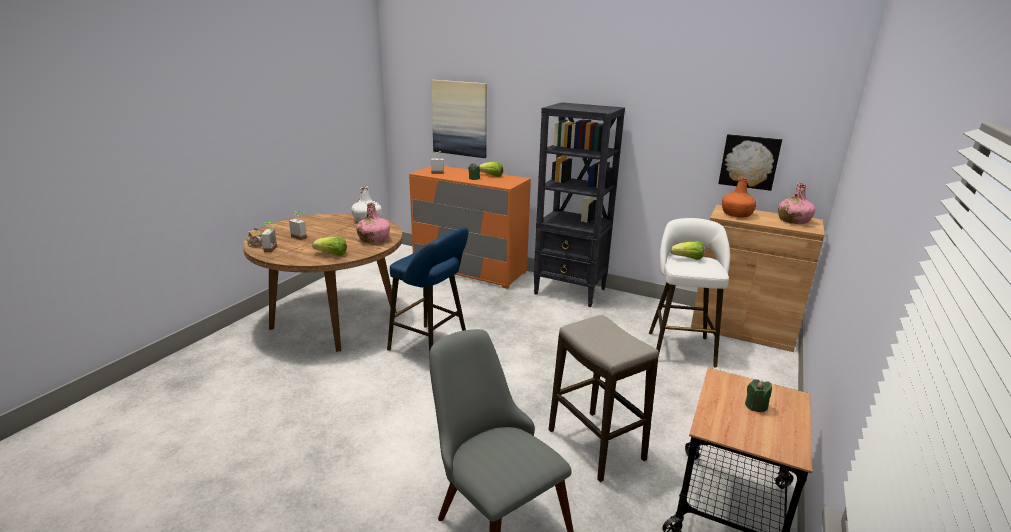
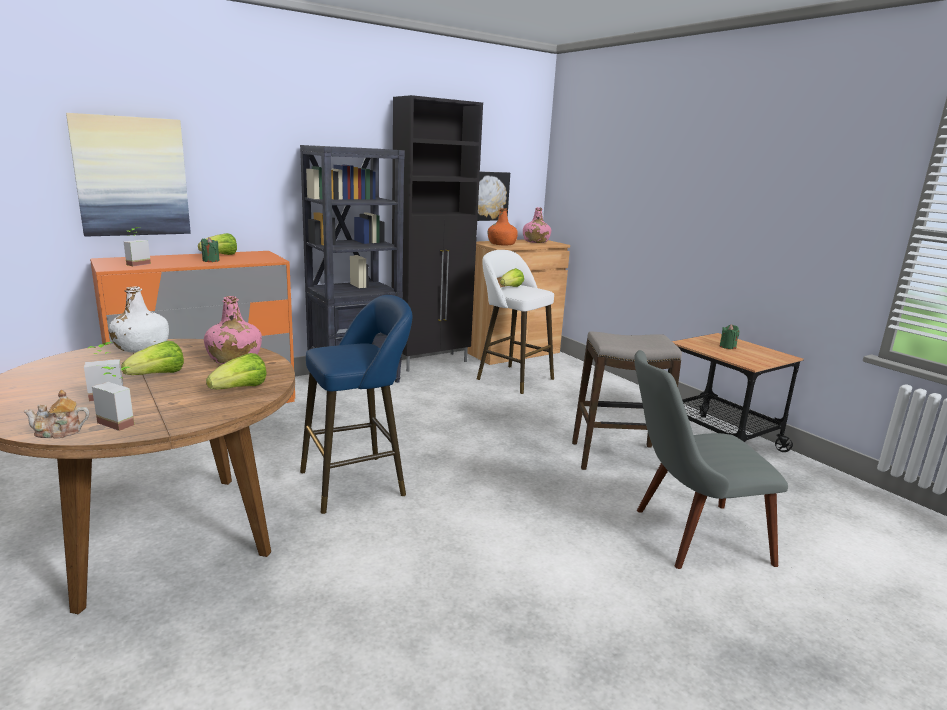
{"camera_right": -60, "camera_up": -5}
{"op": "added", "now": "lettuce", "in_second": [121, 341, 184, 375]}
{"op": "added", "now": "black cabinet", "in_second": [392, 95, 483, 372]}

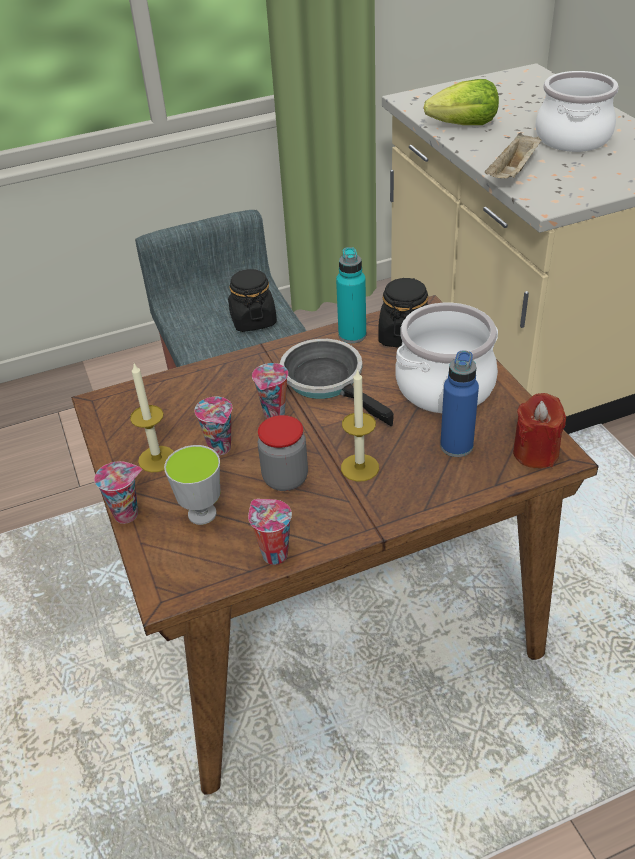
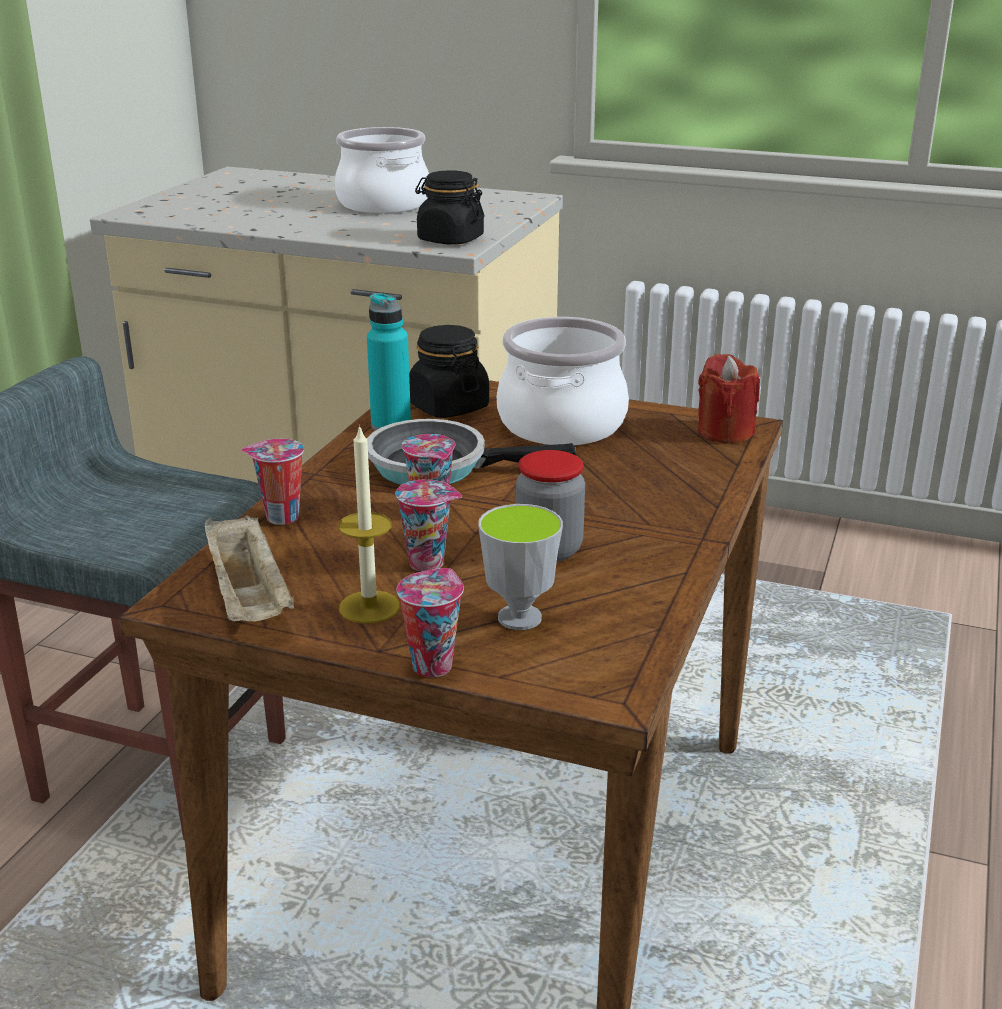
{"camera_right": -50, "camera_up": -15}
{"op": "removed", "was": "candle", "in_first": [341, 369, 379, 481]}
{"op": "removed", "was": "lettuce", "in_first": [424, 79, 499, 125]}
{"op": "removed", "was": "blue bottle", "in_first": [440, 351, 479, 457]}
{"op": "moved", "was": "black jar", "in_first": [228, 269, 277, 332], "in_second": [415, 170, 484, 244]}
{"op": "moved", "was": "cup", "in_first": [248, 499, 292, 565], "in_second": [241, 439, 304, 525]}
{"op": "moved", "was": "beige tray", "in_first": [485, 132, 542, 178], "in_second": [205, 515, 294, 622]}

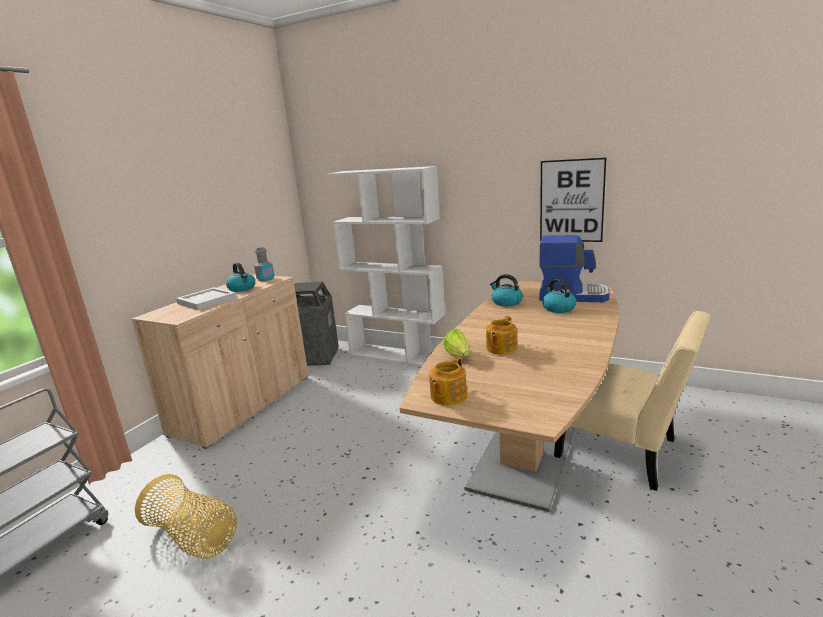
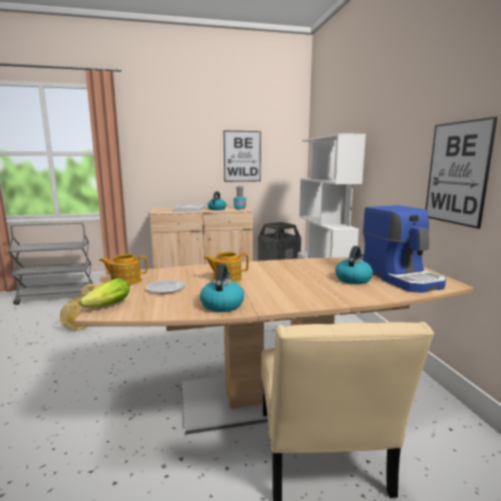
{"camera_right": 50, "camera_up": -5}
{"op": "added", "now": "plate", "in_second": [146, 280, 186, 294]}
{"op": "added", "now": "picture", "in_second": [224, 131, 261, 182]}
{"op": "moved", "was": "lettuce", "in_first": [443, 329, 469, 358], "in_second": [79, 278, 130, 308]}
{"op": "moved", "was": "kettle", "in_first": [490, 274, 523, 306], "in_second": [200, 264, 244, 312]}

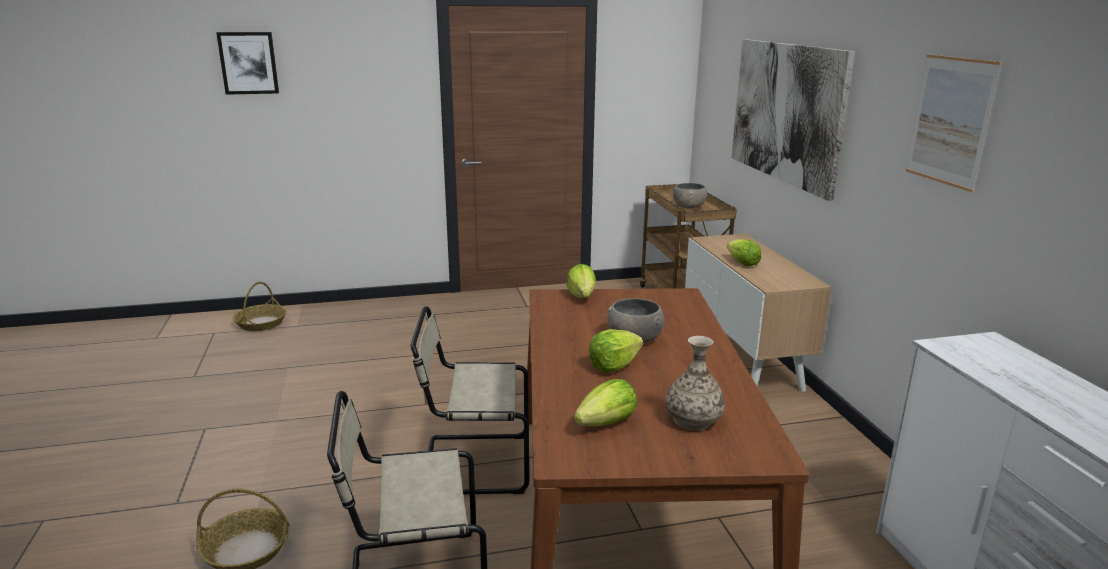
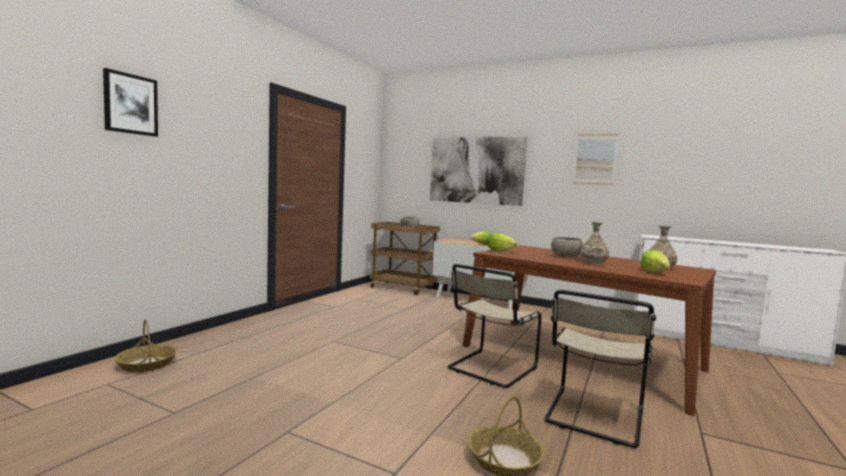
{"camera_right": -50, "camera_up": -15}
{"op": "replaced", "was": "lettuce", "now": "vase", "in_first": [588, 329, 643, 373], "in_second": [580, 222, 609, 264]}

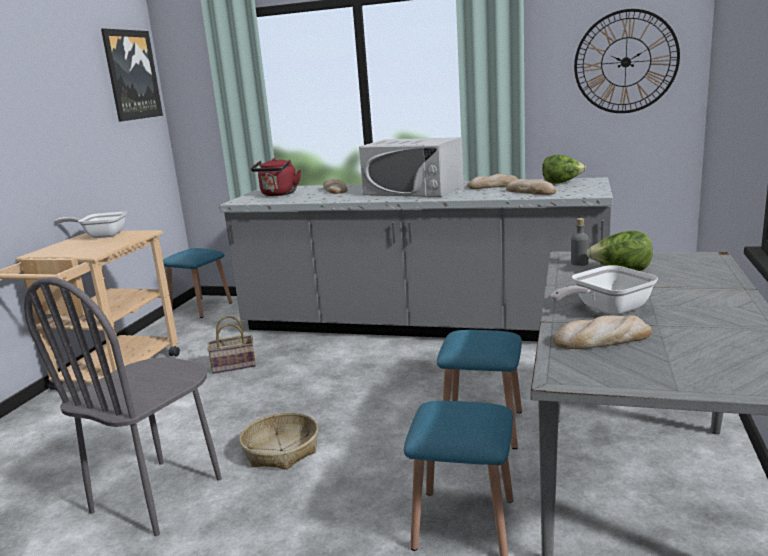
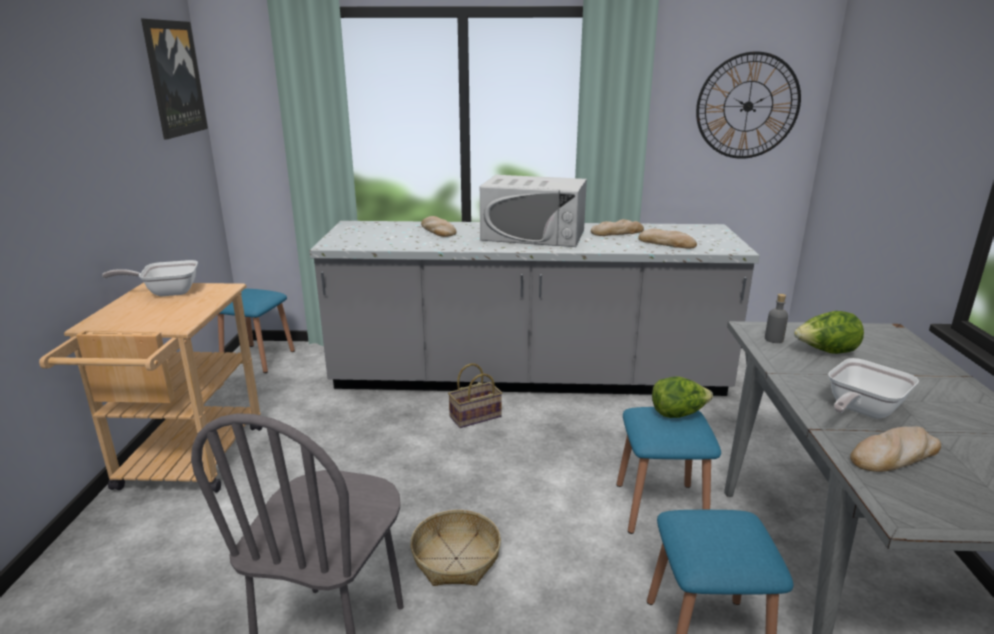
{"camera_right": -15, "camera_up": 5}
{"op": "removed", "was": "red kettle", "in_first": [251, 157, 301, 196]}
{"op": "moved", "was": "basket", "in_first": [208, 316, 256, 374], "in_second": [448, 363, 502, 428]}
{"op": "moved", "was": "lettuce", "in_first": [542, 155, 586, 184], "in_second": [652, 377, 713, 418]}

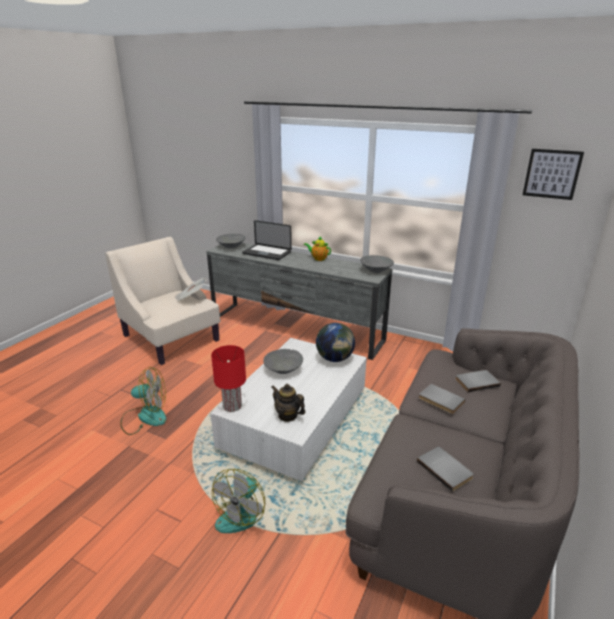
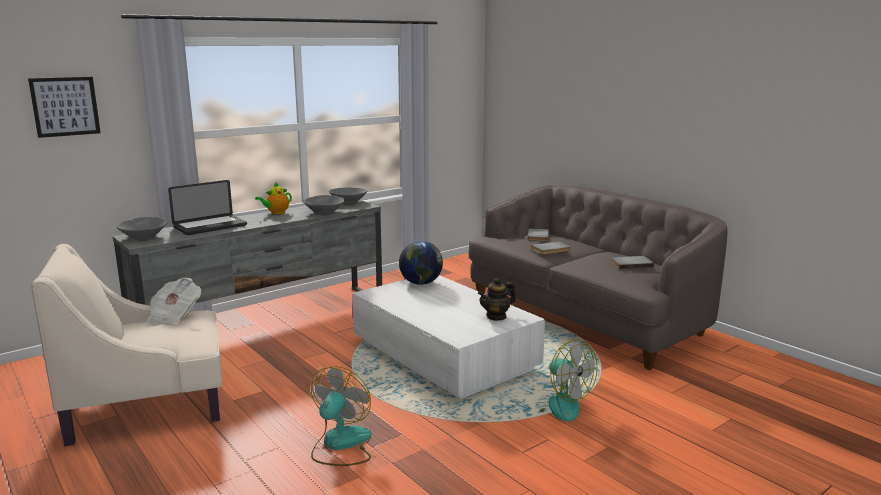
{"camera_right": -65, "camera_up": -10}
{"op": "removed", "was": "red table lamp", "in_first": [211, 345, 246, 412]}
{"op": "moved", "was": "grey bowl", "in_first": [263, 349, 303, 374], "in_second": [303, 195, 345, 214]}
{"op": "moved", "was": "picture", "in_first": [523, 149, 584, 200], "in_second": [28, 77, 101, 138]}

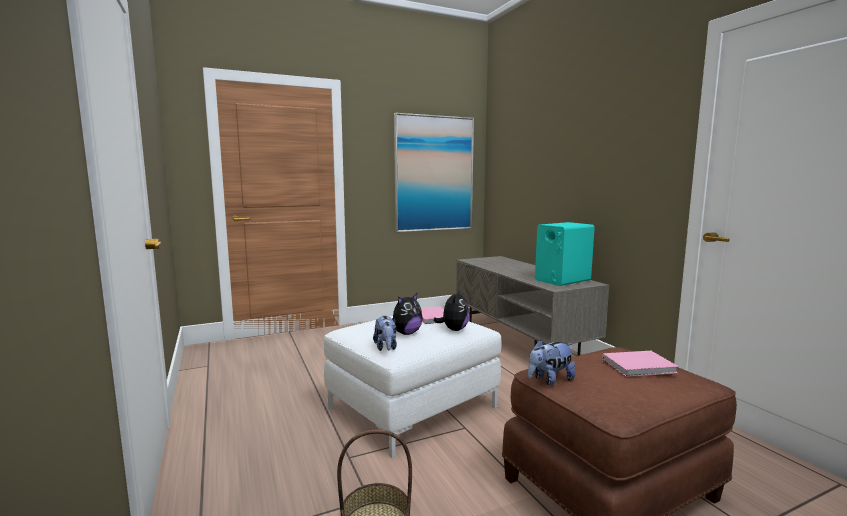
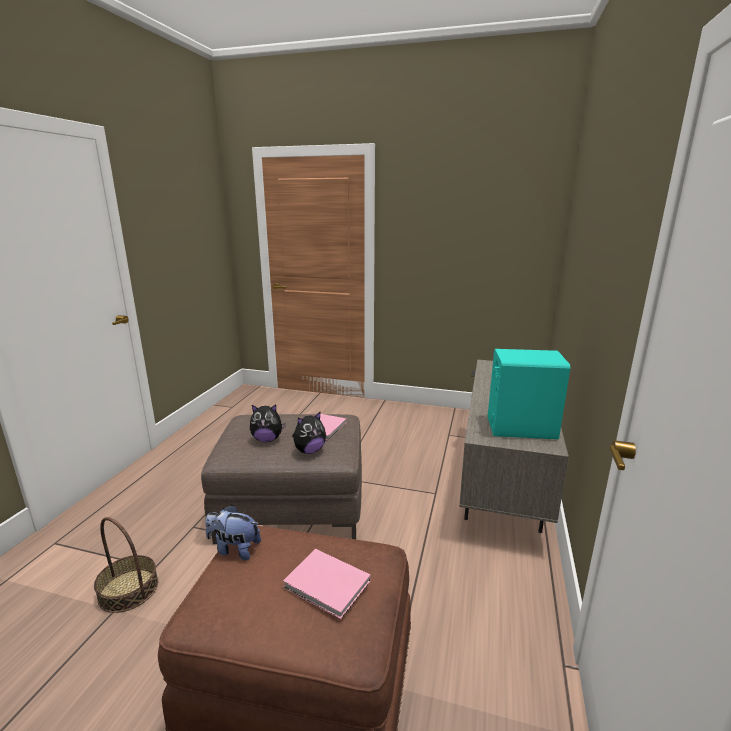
{"camera_right": 40, "camera_up": 10}
{"op": "removed", "was": "plush toy", "in_first": [373, 315, 397, 351]}
{"op": "removed", "was": "picture", "in_first": [394, 113, 474, 232]}
{"op": "recoloured", "was": "white ottoman", "now": "brown ottoman", "in_first": [324, 316, 501, 458], "in_second": [201, 414, 362, 544]}

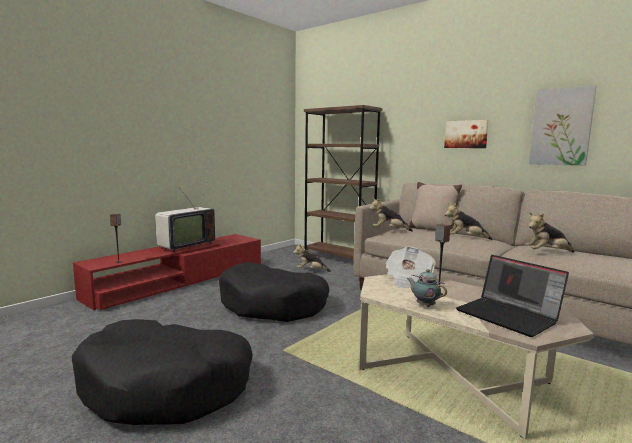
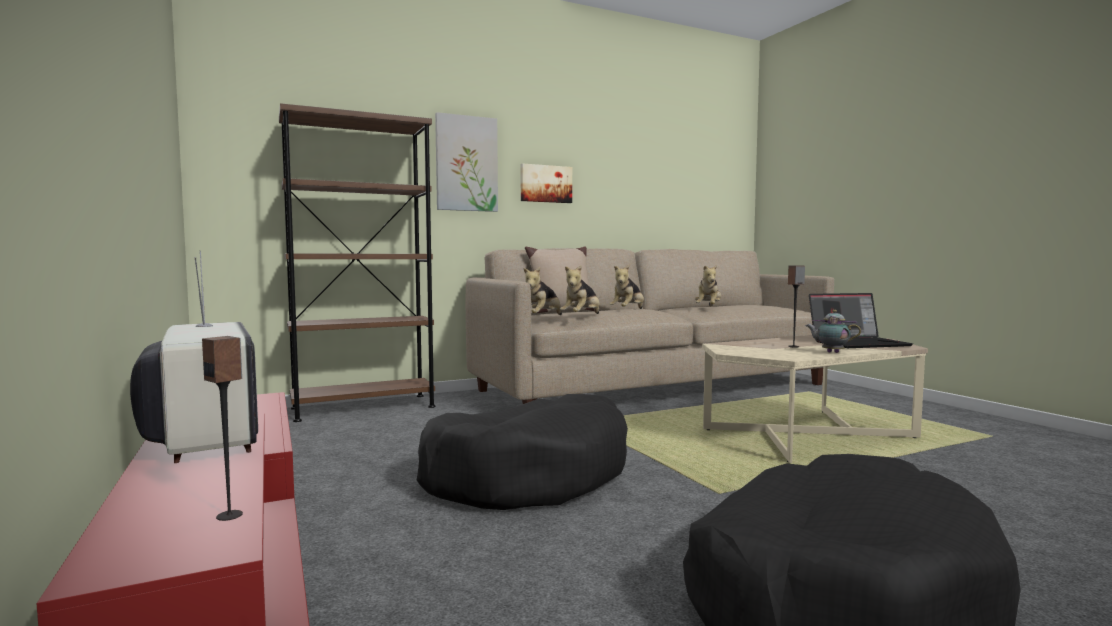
{"camera_right": -65, "camera_up": -5}
{"op": "removed", "was": "newspaper", "in_first": [385, 246, 436, 288]}
{"op": "moved", "was": "plush toy", "in_first": [293, 243, 331, 272], "in_second": [560, 265, 600, 314]}
{"op": "moved", "was": "picture", "in_first": [529, 85, 596, 166], "in_second": [435, 112, 498, 212]}
{"op": "turned", "was": "teapot", "in_first": [407, 269, 447, 307], "in_second": [806, 310, 861, 353], "clockwise": 45}

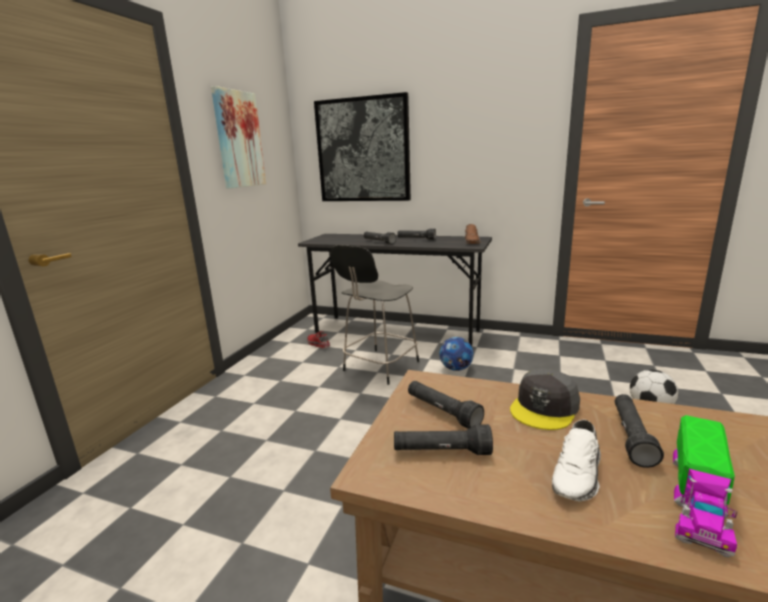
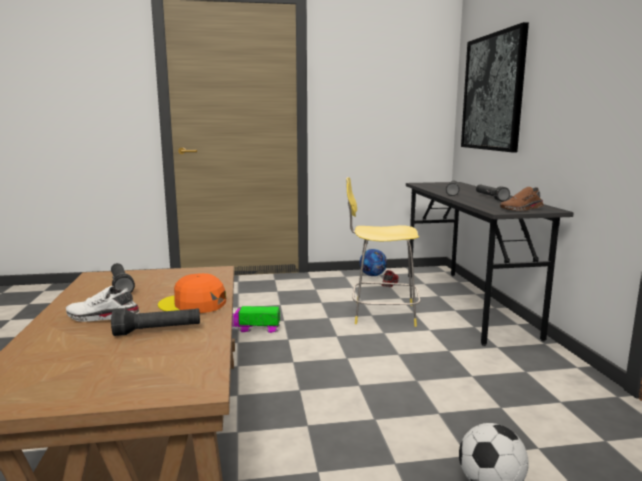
{"camera_right": 60, "camera_up": -5}
{"op": "removed", "was": "picture", "in_first": [211, 86, 266, 188]}
{"op": "removed", "was": "black flashlight", "in_first": [408, 381, 484, 429]}
{"op": "moved", "was": "football", "in_first": [439, 337, 474, 371], "in_second": [360, 249, 387, 276]}
{"op": "moved", "was": "toy truck", "in_first": [673, 415, 737, 558], "in_second": [232, 306, 280, 333]}
{"op": "recoloured", "was": "black stool", "now": "yellow stool", "in_first": [330, 245, 419, 385], "in_second": [346, 177, 421, 327]}
{"op": "recoloured", "was": "grey cap", "now": "orange cap", "in_first": [510, 368, 580, 430], "in_second": [158, 273, 226, 313]}

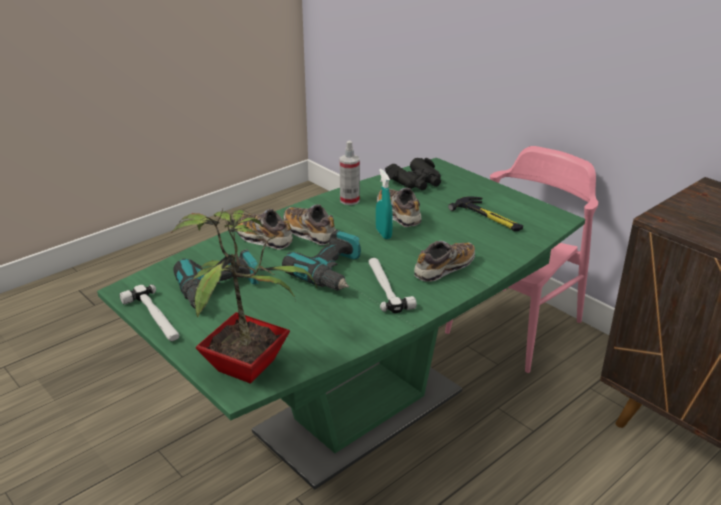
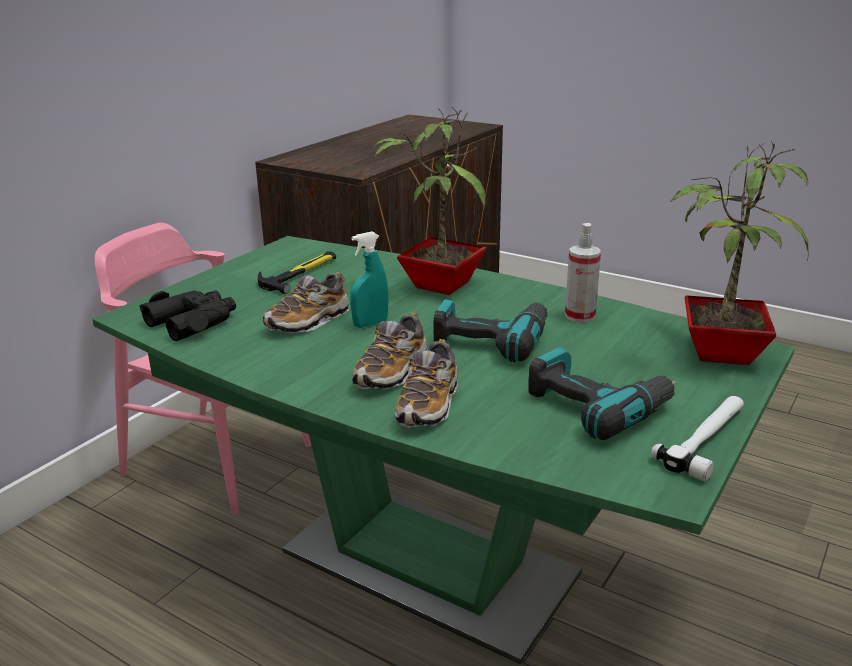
{"camera_right": -105, "camera_up": -5}
{"op": "removed", "was": "hammer", "in_first": [368, 258, 417, 313]}
{"op": "moved", "was": "spray bottle", "in_first": [339, 141, 360, 205], "in_second": [565, 223, 601, 323]}
{"op": "replaced", "was": "shoe", "now": "potted plant", "in_first": [414, 241, 475, 282], "in_second": [371, 109, 486, 295]}

